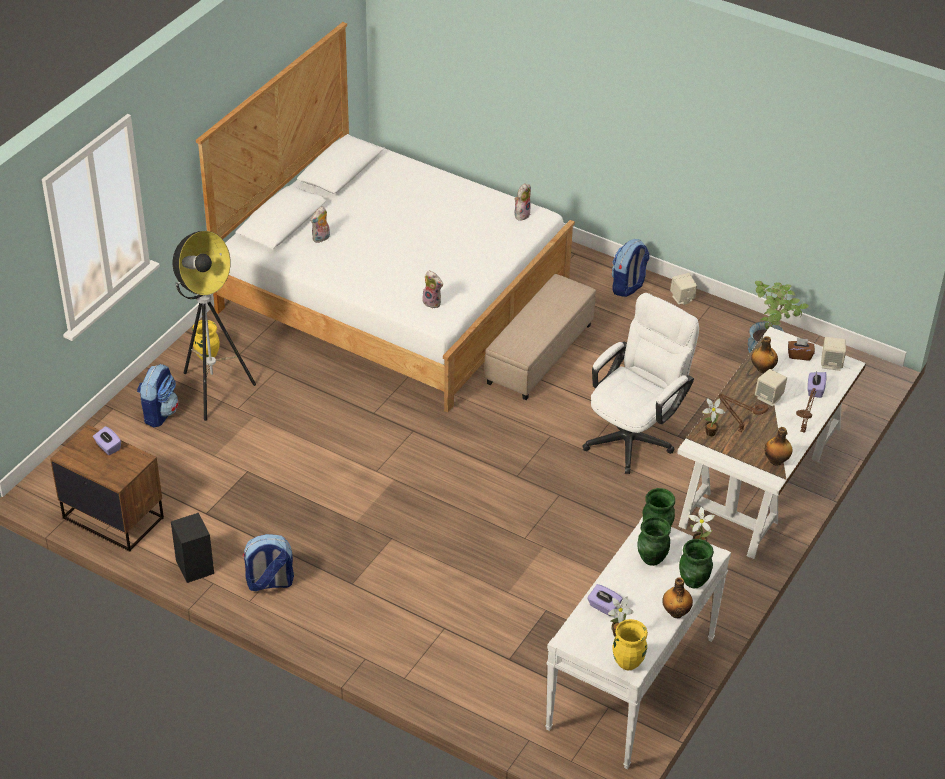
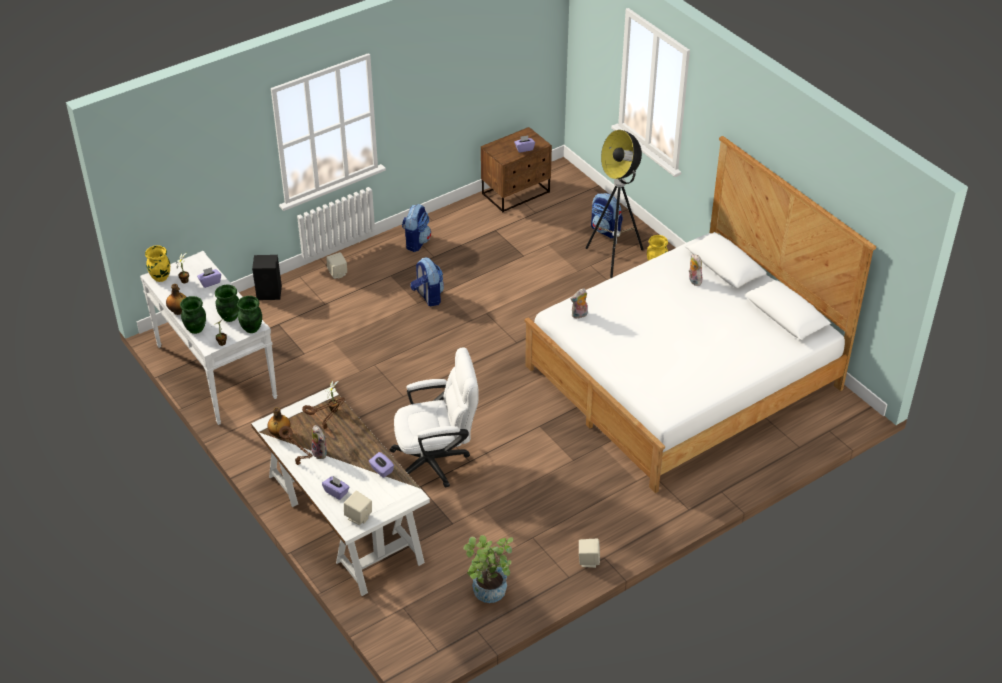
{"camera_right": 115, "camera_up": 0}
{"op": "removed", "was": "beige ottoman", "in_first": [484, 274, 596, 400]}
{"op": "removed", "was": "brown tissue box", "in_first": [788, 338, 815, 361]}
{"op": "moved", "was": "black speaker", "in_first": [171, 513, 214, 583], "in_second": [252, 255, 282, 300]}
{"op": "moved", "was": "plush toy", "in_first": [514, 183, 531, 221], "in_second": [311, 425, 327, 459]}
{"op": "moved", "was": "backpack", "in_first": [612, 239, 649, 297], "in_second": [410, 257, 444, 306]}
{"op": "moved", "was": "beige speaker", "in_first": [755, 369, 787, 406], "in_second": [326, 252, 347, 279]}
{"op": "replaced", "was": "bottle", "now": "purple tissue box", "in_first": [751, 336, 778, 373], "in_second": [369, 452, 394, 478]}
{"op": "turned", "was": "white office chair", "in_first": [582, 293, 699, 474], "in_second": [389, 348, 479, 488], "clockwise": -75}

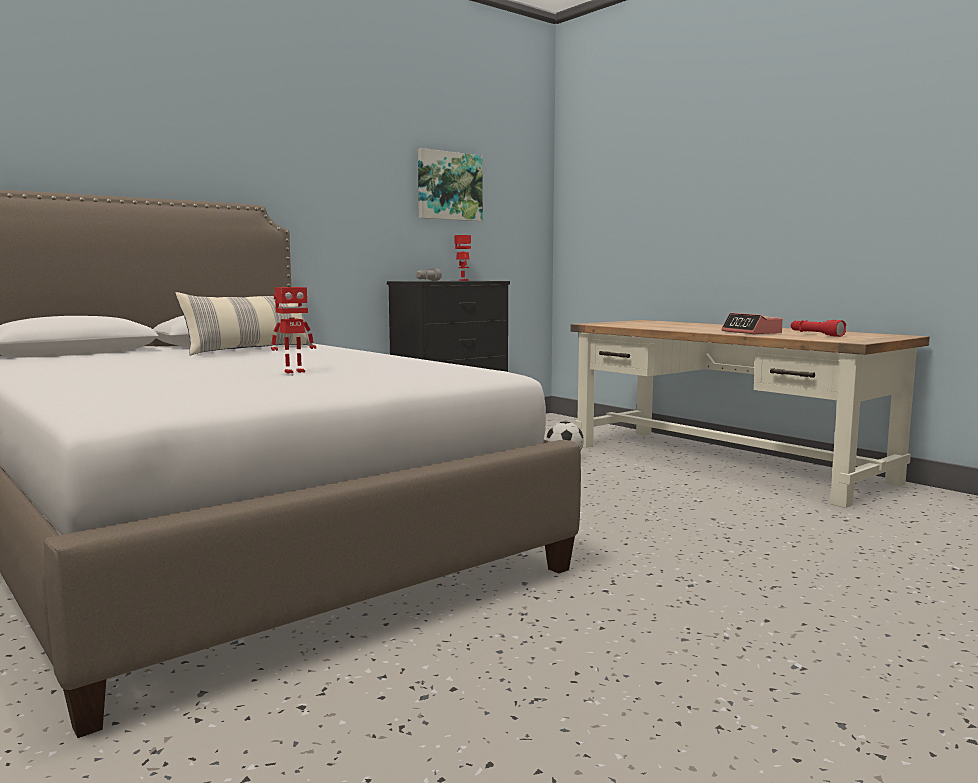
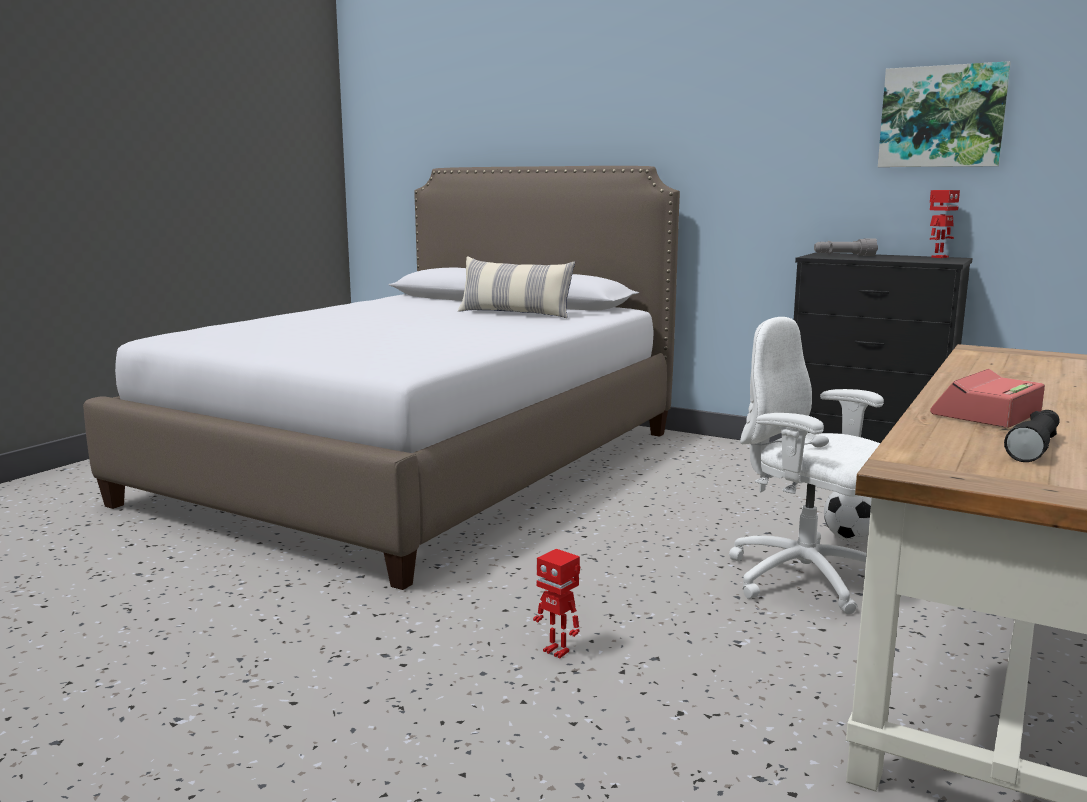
{"camera_right": 70, "camera_up": 5}
{"op": "added", "now": "white office chair", "in_second": [729, 317, 884, 615]}
{"op": "moved", "was": "toy robot", "in_first": [271, 287, 316, 373], "in_second": [533, 549, 580, 659]}
{"op": "recoloured", "was": "red flashlight", "now": "black flashlight", "in_first": [791, 320, 846, 337], "in_second": [1004, 410, 1060, 462]}

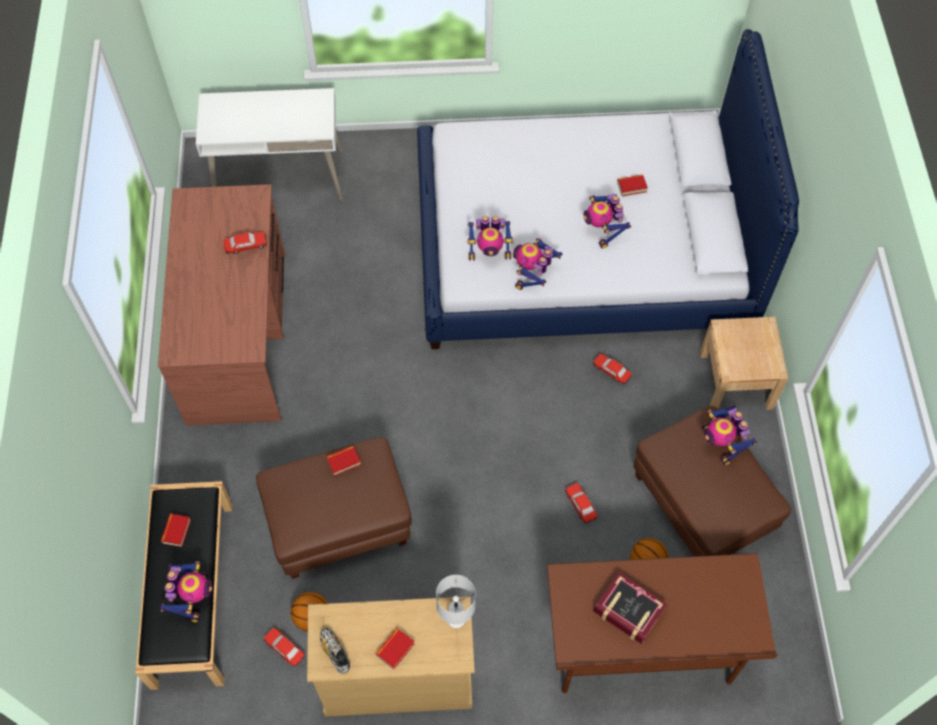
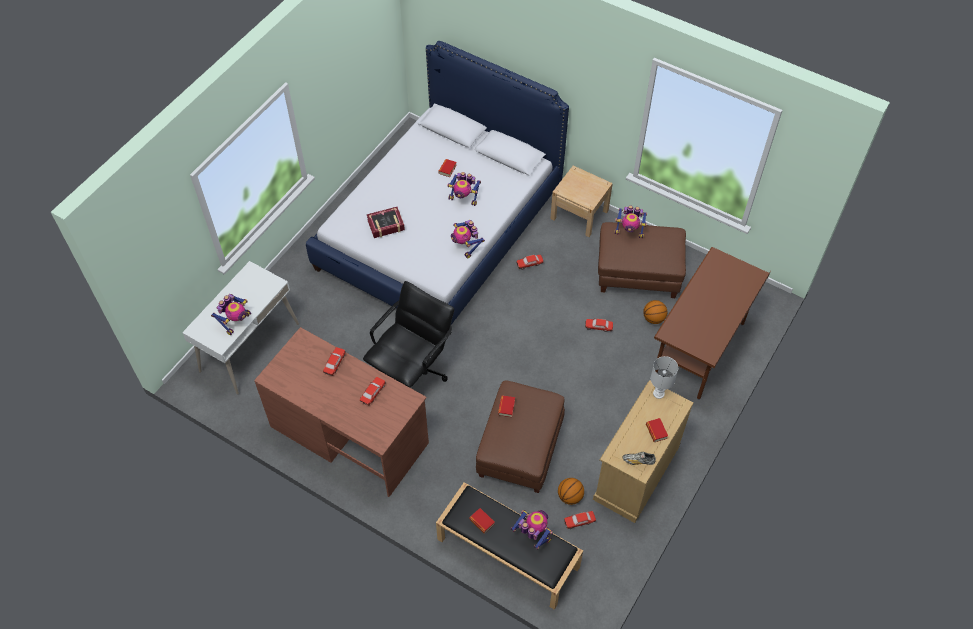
{"camera_right": -55, "camera_up": -5}
{"op": "added", "now": "toy car", "in_second": [360, 377, 386, 406]}
{"op": "added", "now": "black office chair", "in_second": [363, 281, 454, 389]}
{"op": "moved", "was": "toy robot", "in_first": [467, 216, 514, 261], "in_second": [211, 294, 251, 335]}
{"op": "moved", "was": "book", "in_first": [594, 572, 667, 644], "in_second": [367, 207, 405, 238]}

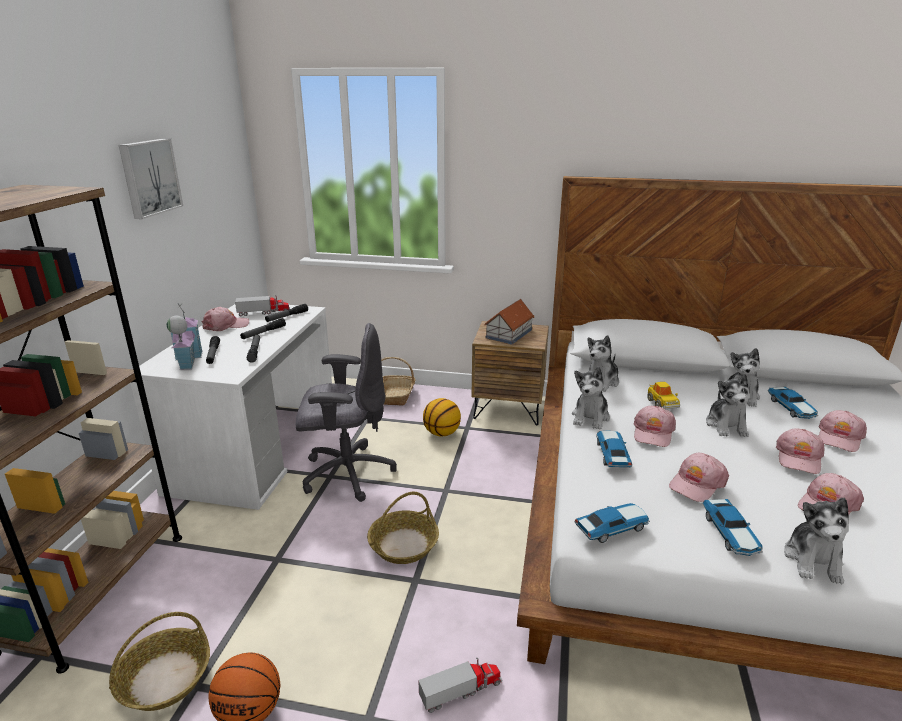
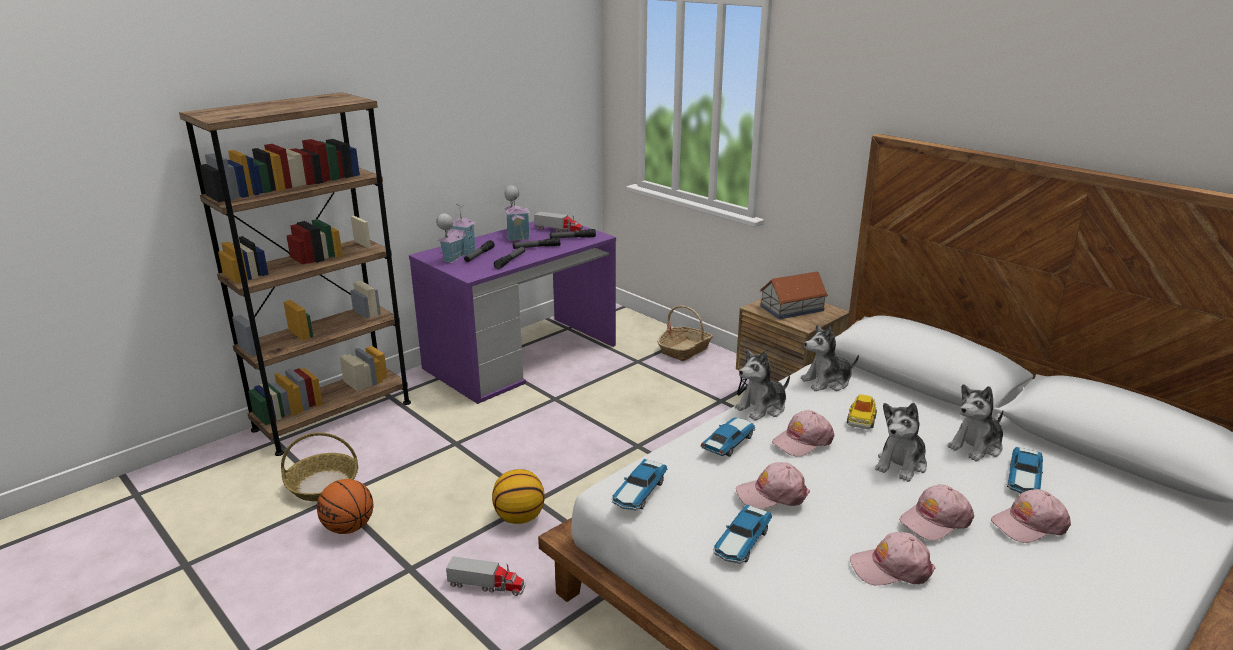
{"camera_right": 35, "camera_up": 0}
{"op": "removed", "was": "picture", "in_first": [119, 138, 183, 219]}
{"op": "removed", "was": "grey office chair", "in_first": [296, 323, 397, 502]}
{"op": "removed", "was": "basket", "in_first": [367, 492, 439, 564]}
{"op": "removed", "was": "plush toy", "in_first": [784, 498, 849, 584]}
{"op": "moved", "was": "basketball", "in_first": [423, 398, 461, 437], "in_second": [492, 469, 545, 524]}
{"op": "replaced", "was": "pink cap", "now": "toy house", "in_first": [201, 307, 249, 331], "in_second": [504, 186, 530, 242]}
{"op": "recoloured", "was": "white desk", "now": "purple desk", "in_first": [130, 304, 332, 510], "in_second": [409, 221, 616, 404]}
{"op": "turned", "was": "toy car", "in_first": [574, 503, 650, 543], "in_second": [612, 459, 668, 511], "clockwise": 105}

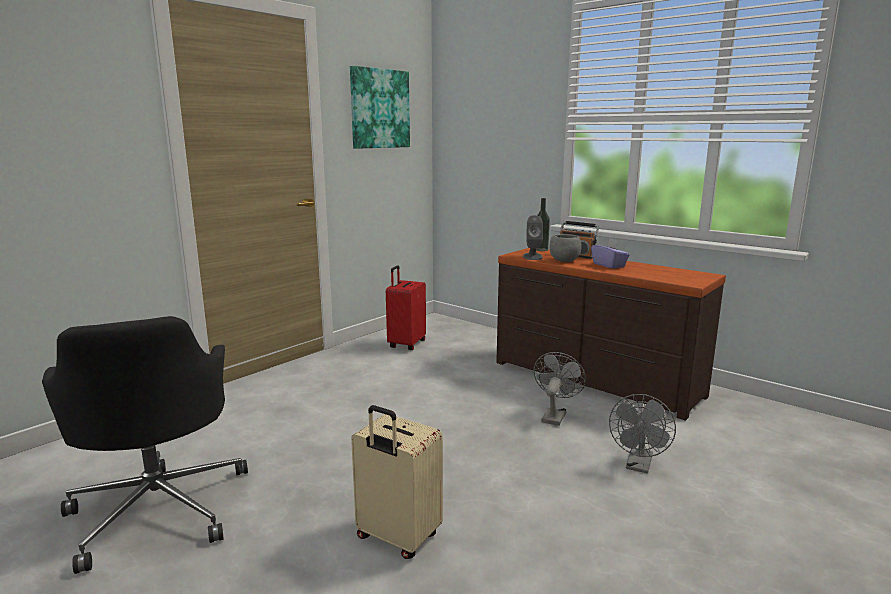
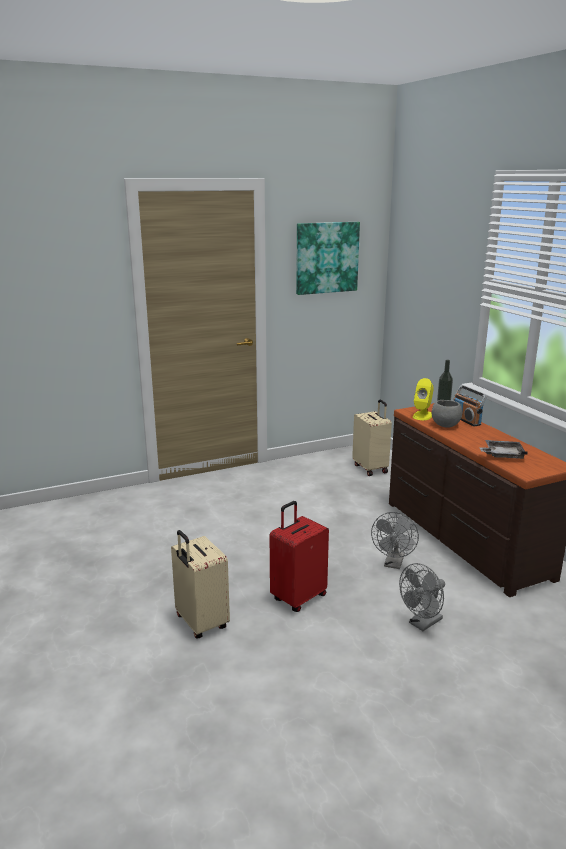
{"camera_right": 25, "camera_up": 5}
{"op": "removed", "was": "black office chair", "in_first": [42, 316, 248, 574]}
{"op": "removed", "was": "purple tissue box", "in_first": [591, 238, 630, 269]}
{"op": "added", "now": "beige suitcase", "in_second": [352, 400, 392, 476]}
{"op": "added", "now": "grey tray", "in_second": [479, 440, 528, 459]}
{"op": "moved", "was": "red suitcase", "in_first": [386, 265, 426, 350], "in_second": [270, 501, 329, 612]}
{"op": "recoloured", "was": "grey speaker", "now": "yellow speaker", "in_first": [523, 215, 543, 260], "in_second": [413, 378, 434, 420]}
{"op": "turned", "was": "grey fan", "in_first": [533, 352, 586, 426], "in_second": [371, 512, 419, 569], "clockwise": 150}

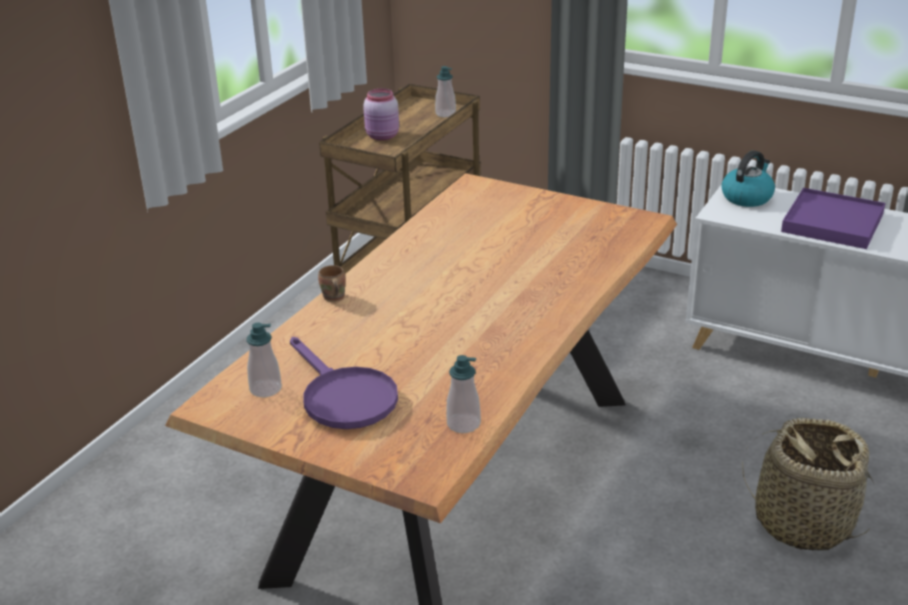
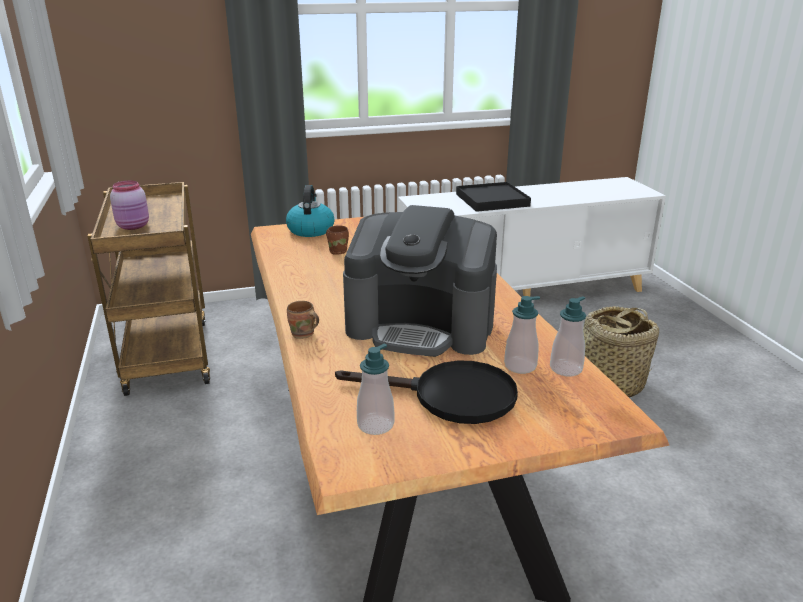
{"camera_right": -45, "camera_up": -5}
{"op": "added", "now": "brown mug", "in_second": [326, 225, 349, 254]}
{"op": "added", "now": "coffee machine", "in_second": [343, 205, 497, 357]}
{"op": "moved", "was": "soap dispenser", "in_first": [435, 66, 456, 117], "in_second": [504, 296, 540, 374]}
{"op": "moved", "was": "kettle", "in_first": [721, 151, 775, 207], "in_second": [286, 185, 335, 237]}
{"op": "recoloured", "was": "purple frying pan", "now": "black frying pan", "in_first": [290, 337, 398, 429], "in_second": [335, 360, 518, 424]}
{"op": "recoloured", "was": "purple tray", "now": "black tray", "in_first": [781, 188, 885, 249], "in_second": [456, 182, 531, 212]}

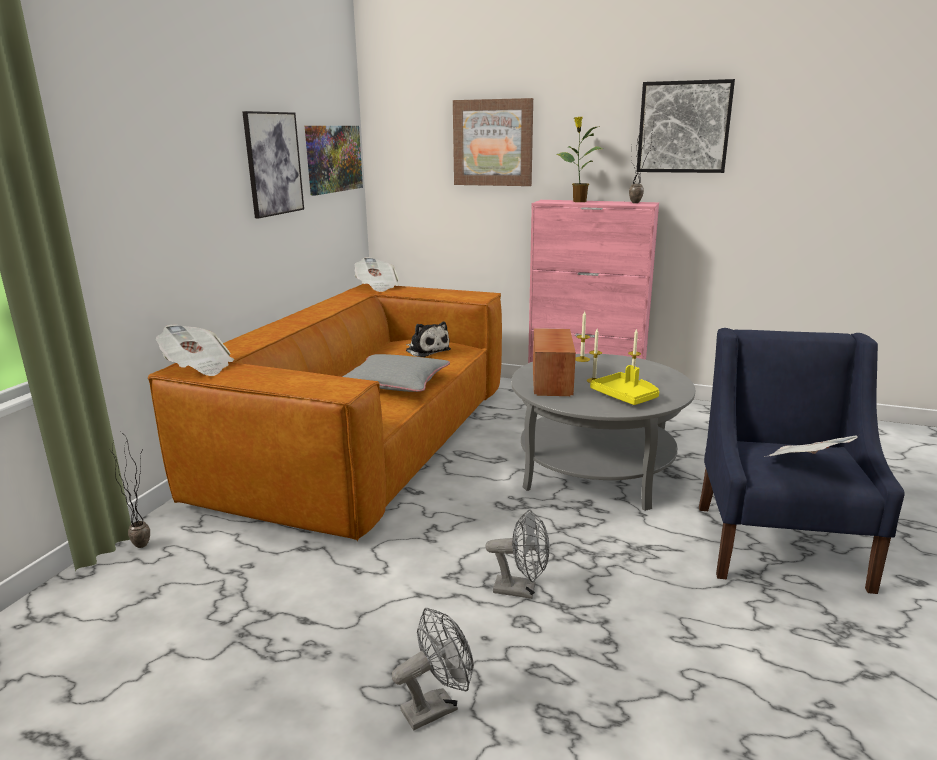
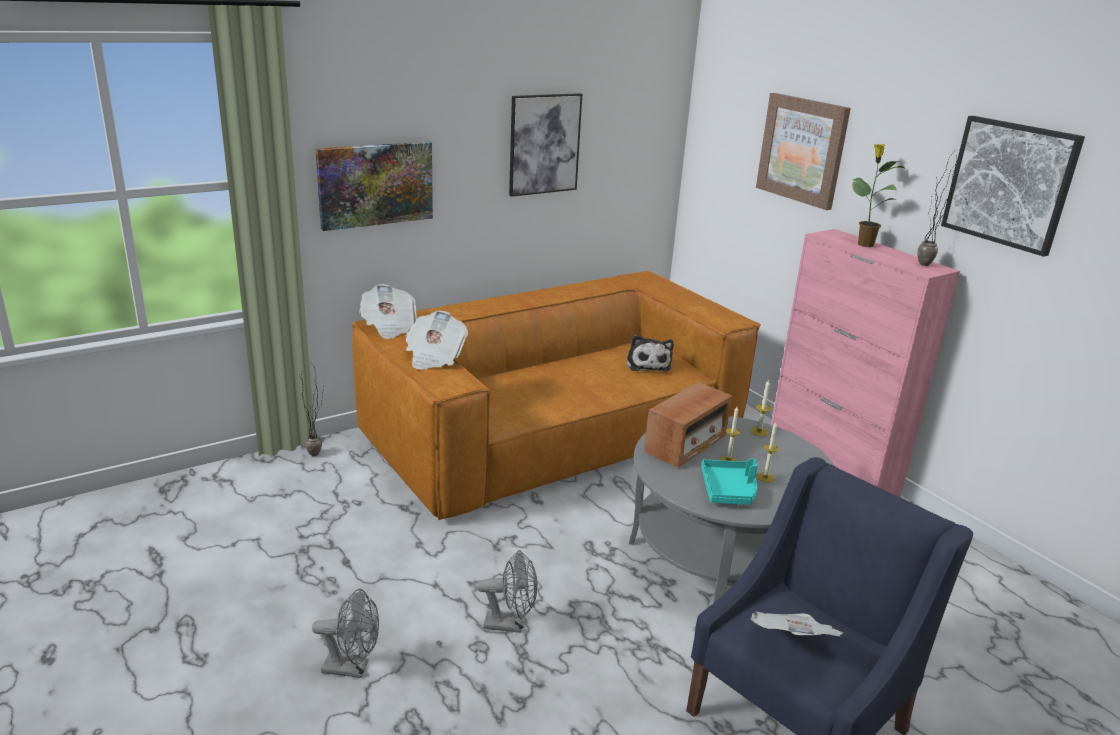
{"camera_right": 35, "camera_up": 5}
{"op": "removed", "was": "grey pillow", "in_first": [343, 354, 450, 392]}
{"op": "moved", "was": "picture", "in_first": [305, 126, 363, 195], "in_second": [315, 141, 433, 231]}
{"op": "moved", "was": "newspaper", "in_first": [354, 257, 399, 292], "in_second": [405, 311, 468, 370]}
{"op": "recoloured", "was": "yellow tray", "now": "turquoise tray", "in_first": [590, 365, 659, 405], "in_second": [701, 458, 758, 505]}
{"op": "turned", "was": "grey fan", "in_first": [486, 509, 550, 599], "in_second": [476, 550, 538, 633], "clockwise": -45}

